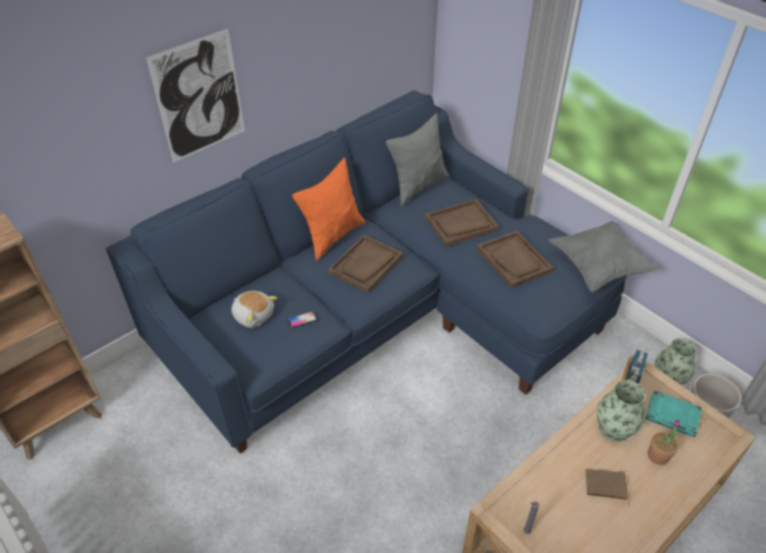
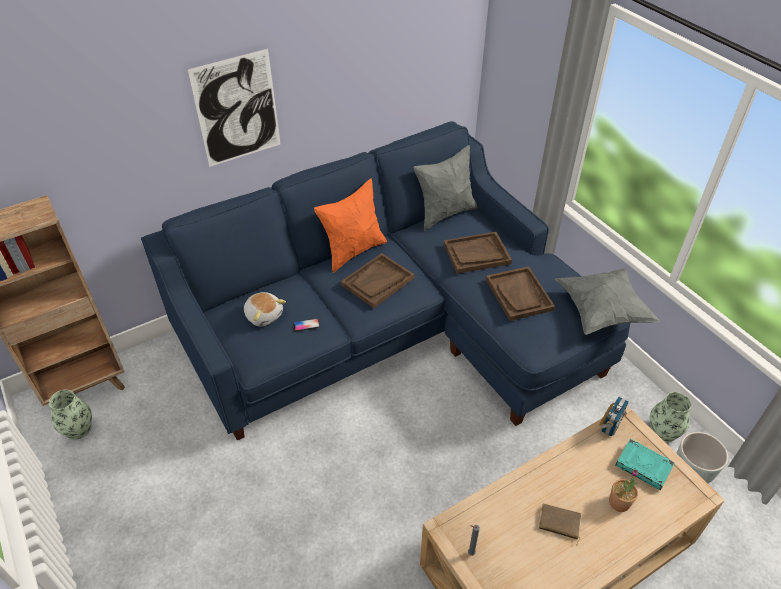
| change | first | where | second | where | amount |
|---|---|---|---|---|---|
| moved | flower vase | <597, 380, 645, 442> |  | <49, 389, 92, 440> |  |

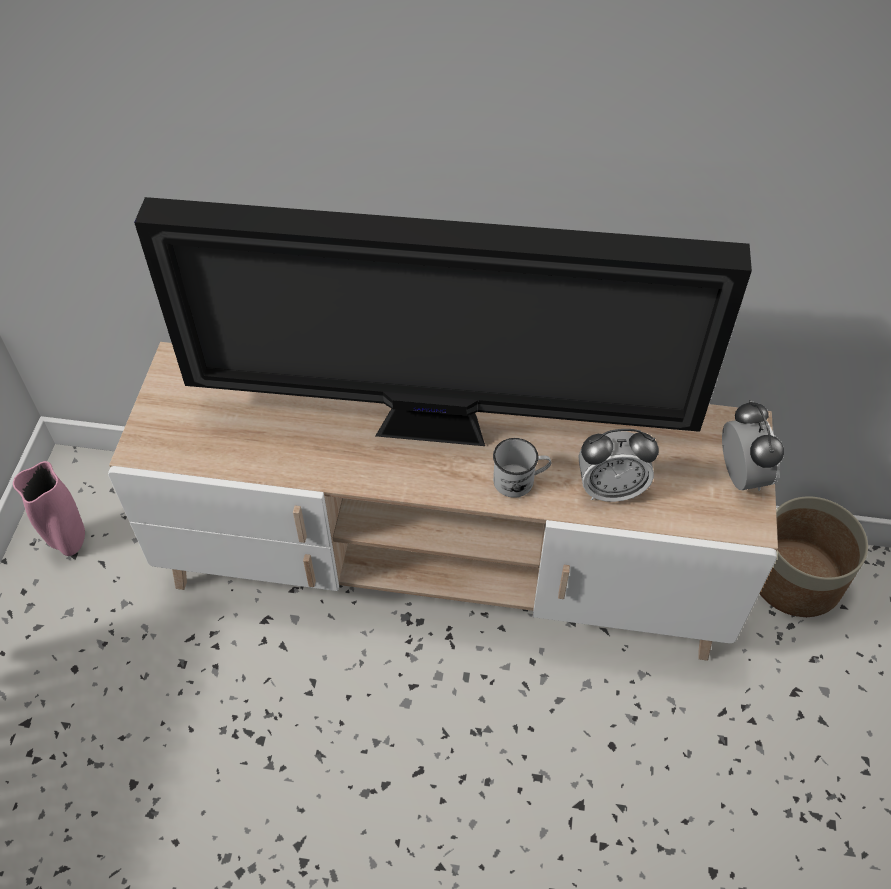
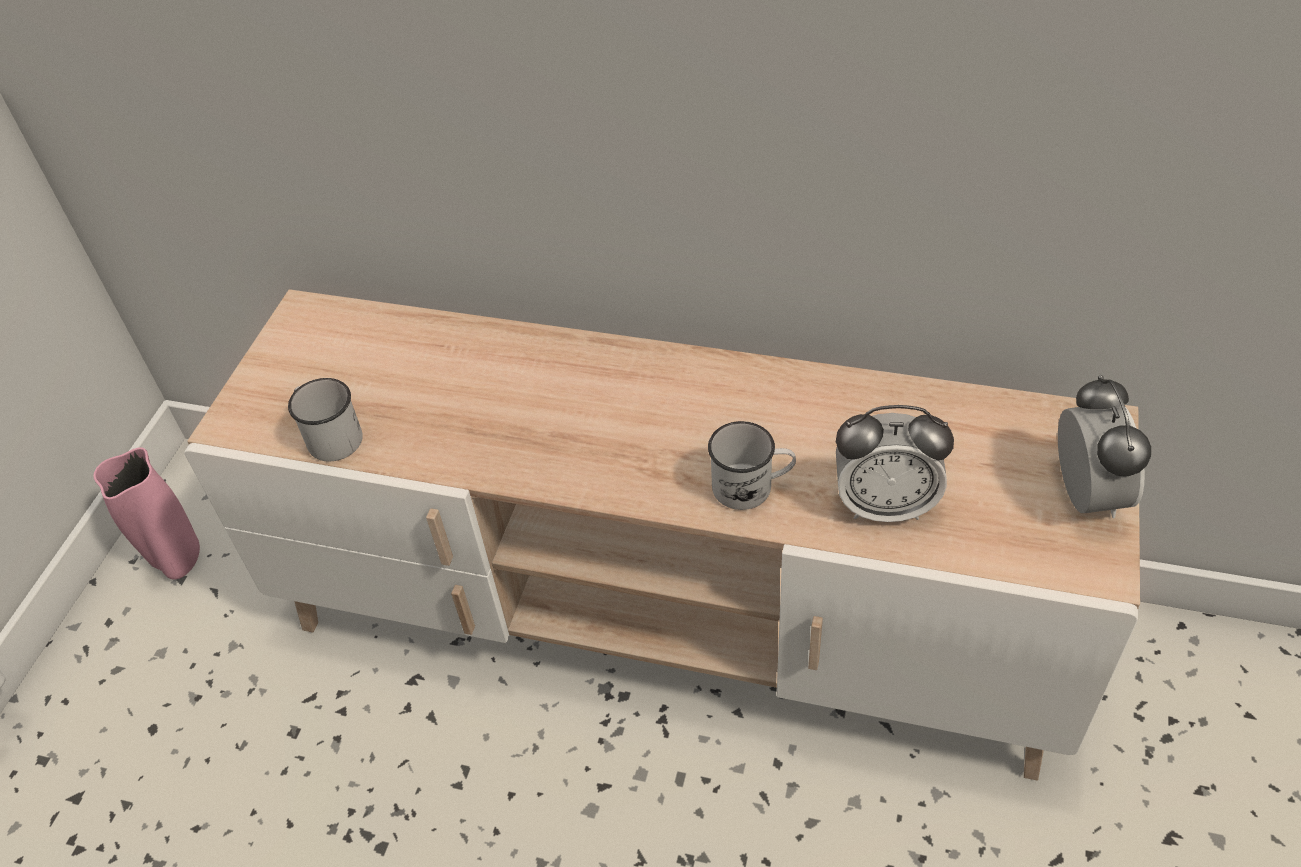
| change | first | where | second | where | amount |
|---|---|---|---|---|---|
| removed | television | <134, 197, 752, 446> |  |  |  |
| removed | planter | <759, 496, 868, 617> |  |  |  |
| added |  |  | white-coloured mug | <288, 378, 363, 461> |  |

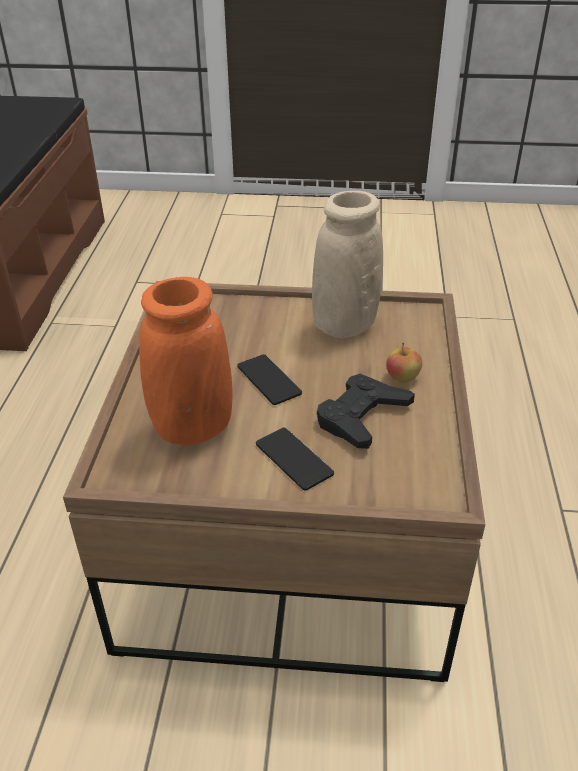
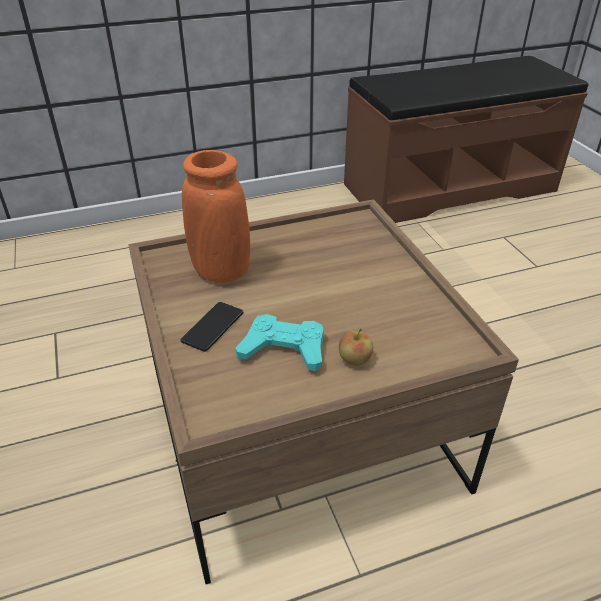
| change | first | where | second | where | amount |
|---|---|---|---|---|---|
| removed | sand-coloured flower vase | <312, 191, 383, 338> |  |  |  |
| removed | phone | <237, 354, 302, 405> |  |  |  |
| recoloured | black joypad | <317, 374, 415, 449> | turquoise-coloured joypad | <235, 314, 323, 372> |  |

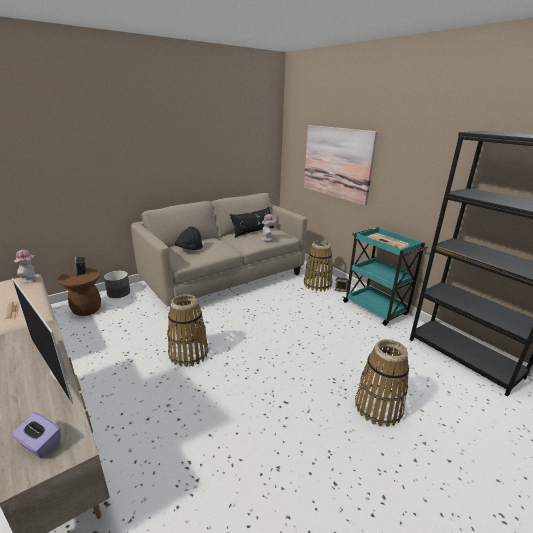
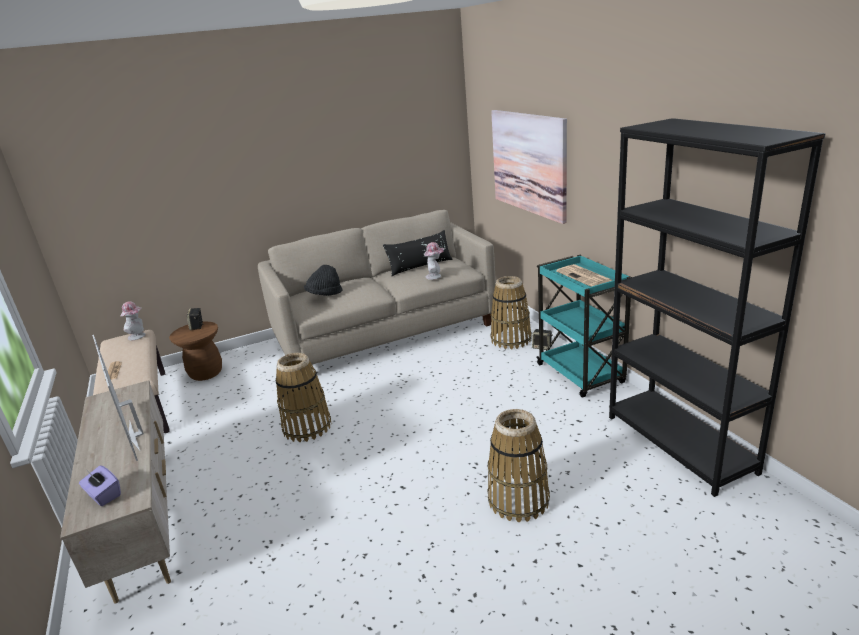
| change | first | where | second | where | amount |
|---|---|---|---|---|---|
| removed | greyish planter | <104, 271, 130, 298> |  |  |  |

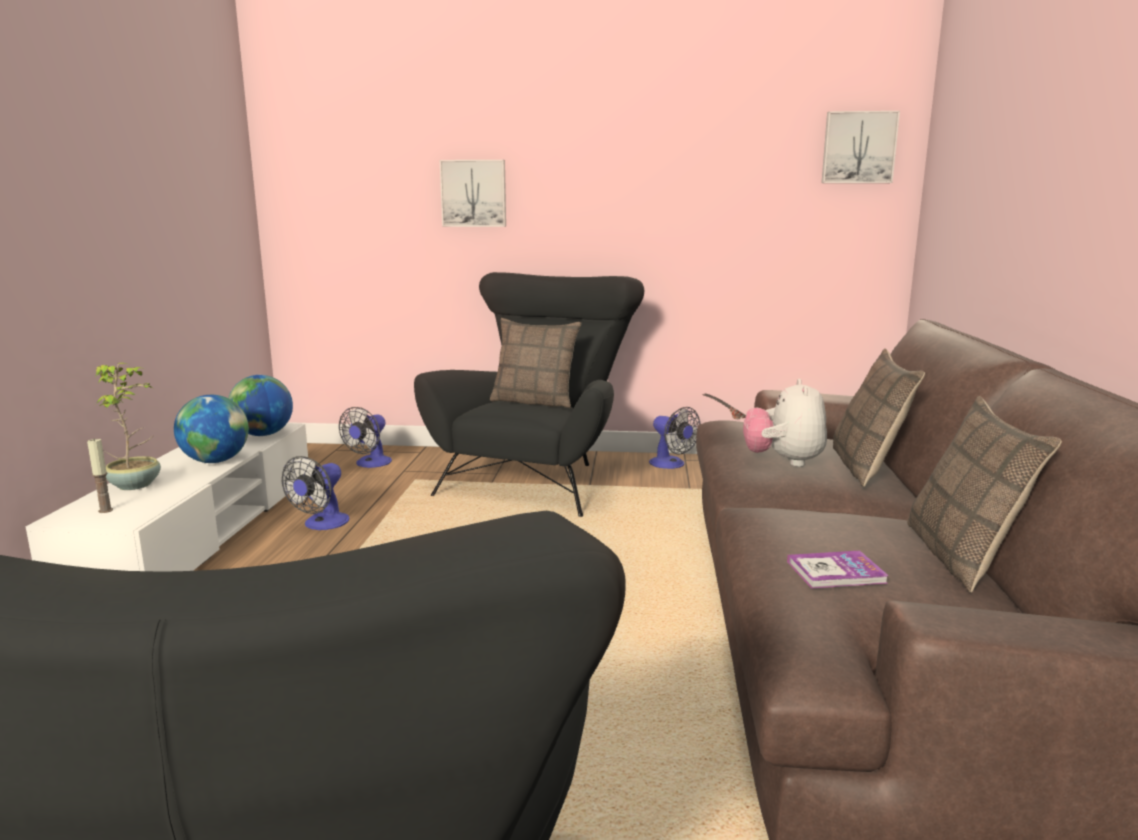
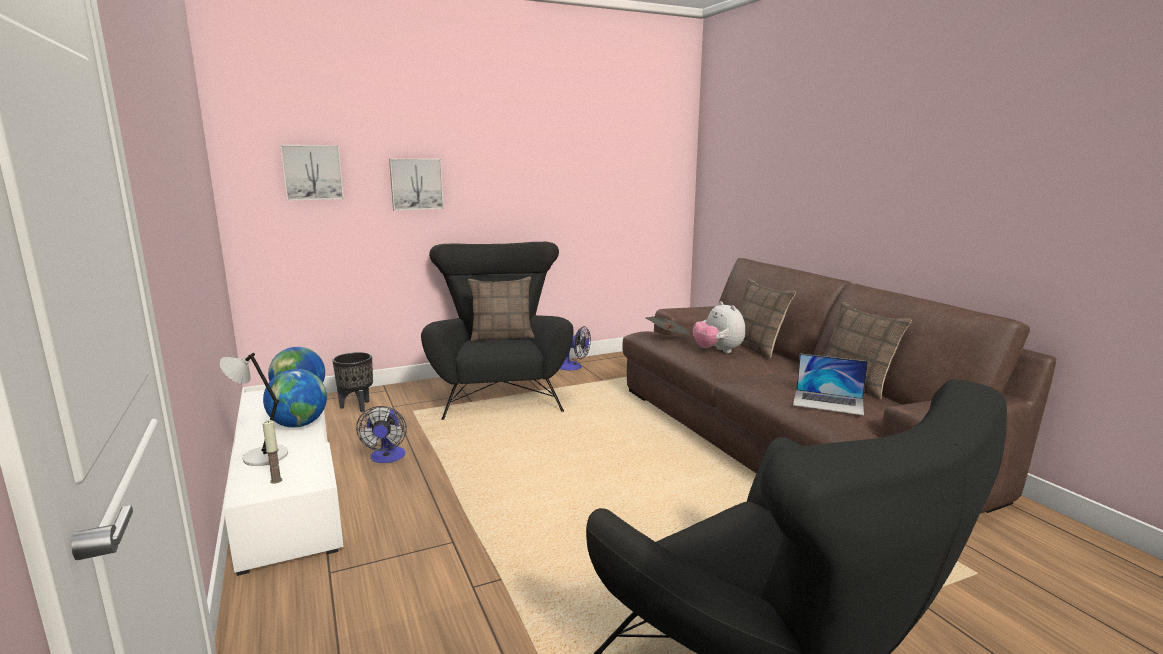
| change | first | where | second | where | amount |
|---|---|---|---|---|---|
| moved | wall art | <821, 111, 900, 183> |  | <280, 145, 344, 201> |  |
| replaced | potted plant | <96, 362, 161, 490> | greyish lamp for a table | <219, 353, 288, 466> |  |
| replaced | fan | <339, 407, 392, 468> | black planter | <332, 352, 373, 412> |  |
| replaced | volume | <787, 551, 889, 589> | notebook computer | <793, 354, 868, 415> |  |

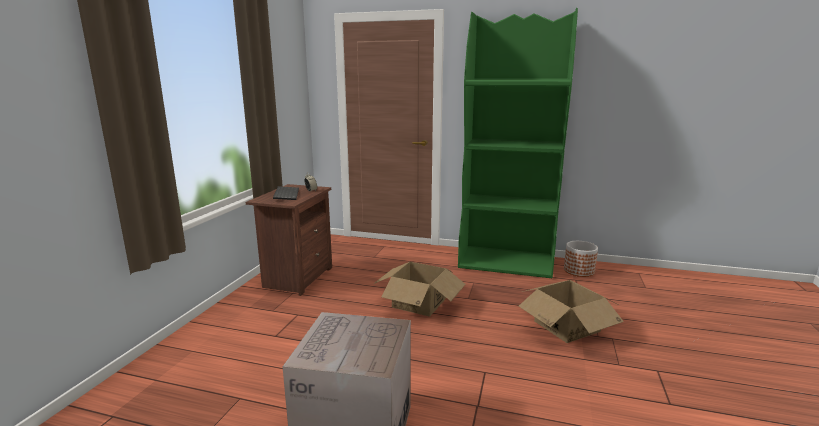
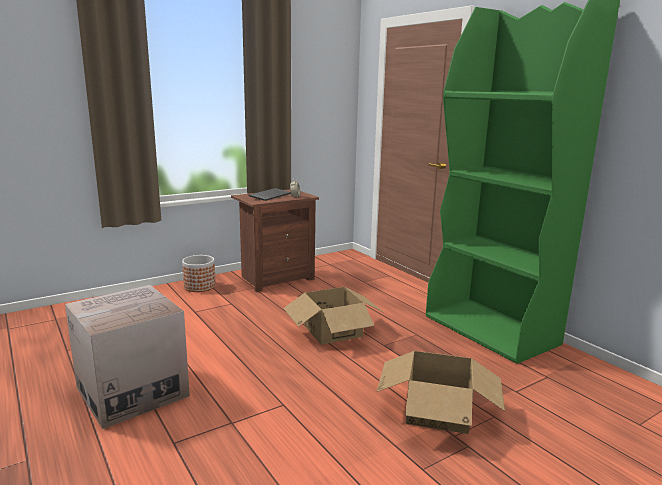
| change | first | where | second | where | amount |
|---|---|---|---|---|---|
| moved | planter | <564, 241, 598, 277> |  | <182, 255, 216, 292> |  |

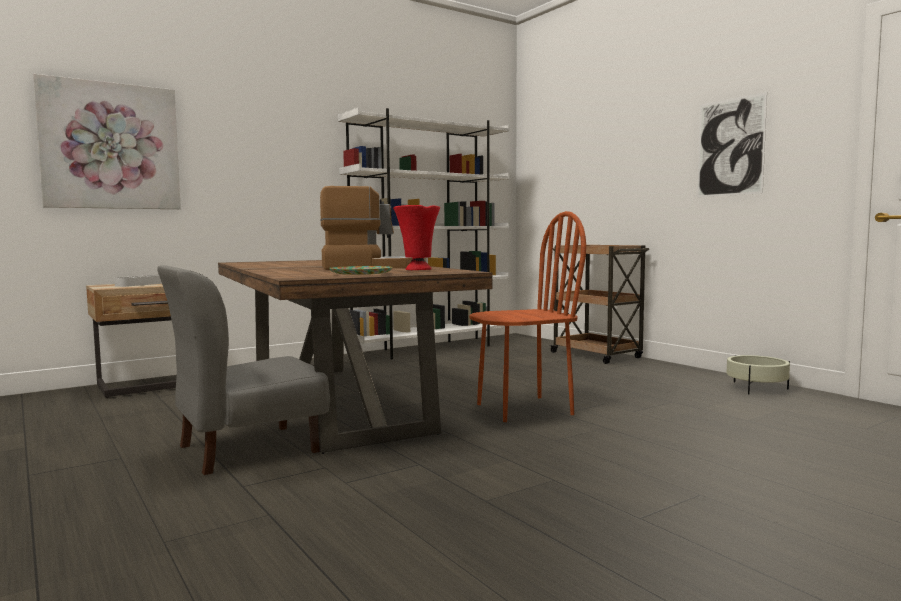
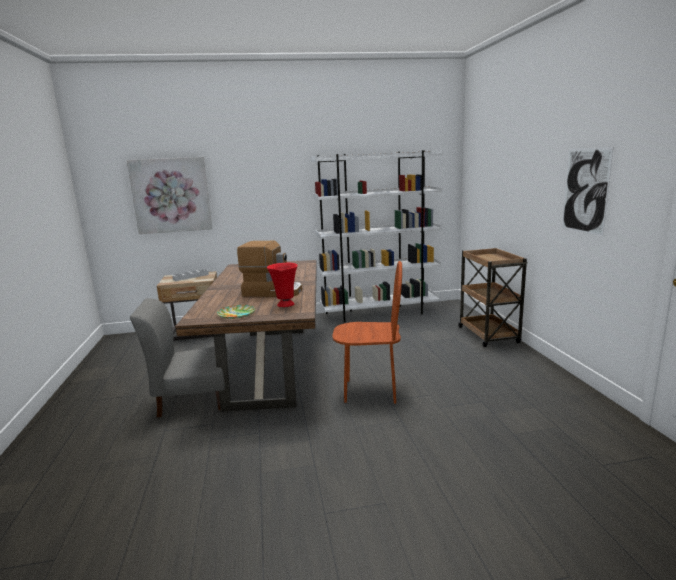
| change | first | where | second | where | amount |
|---|---|---|---|---|---|
| removed | sand-coloured planter | <727, 355, 790, 394> |  |  |  |

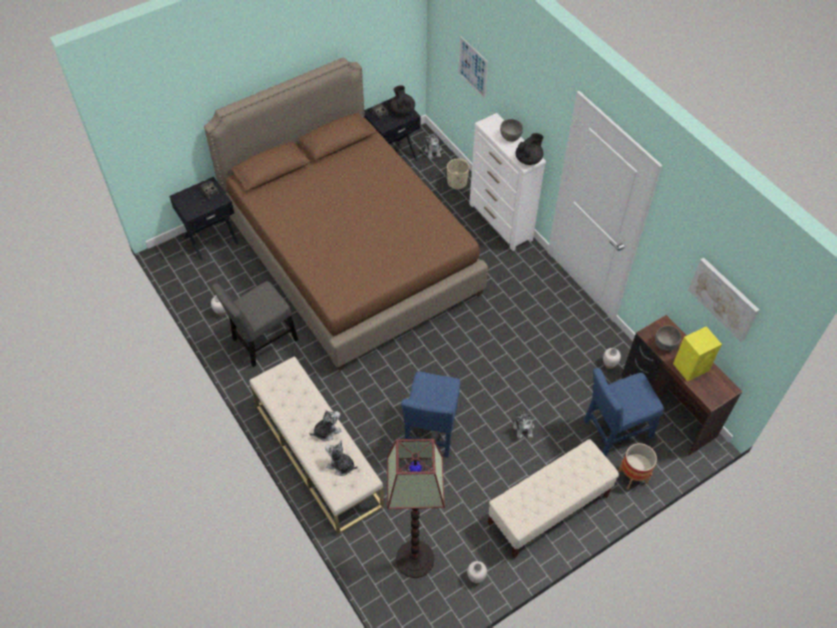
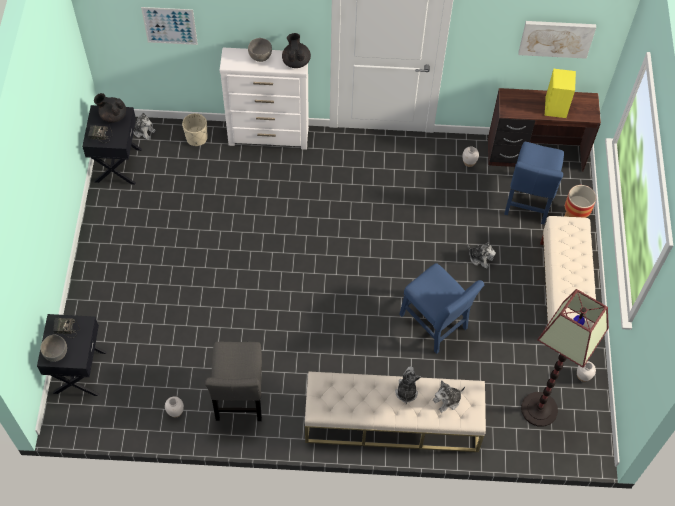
| change | first | where | second | where | amount |
|---|---|---|---|---|---|
| removed | brown bed | <204, 57, 488, 371> |  |  |  |
| moved | greyish serving bowl | <655, 326, 681, 351> |  | <40, 335, 67, 362> |  |

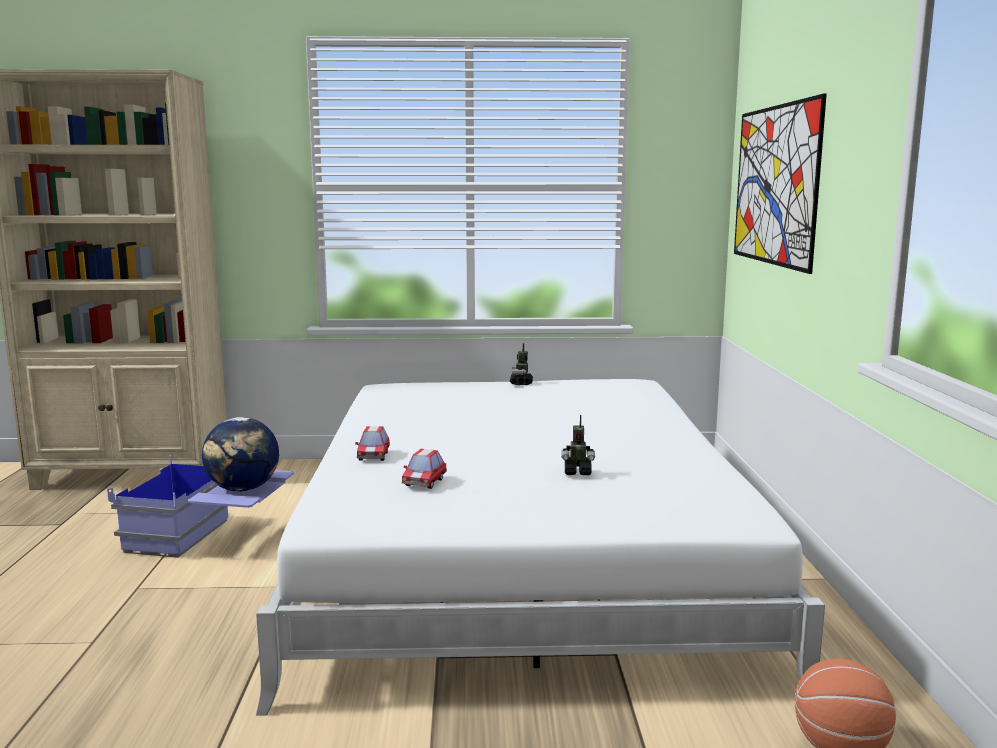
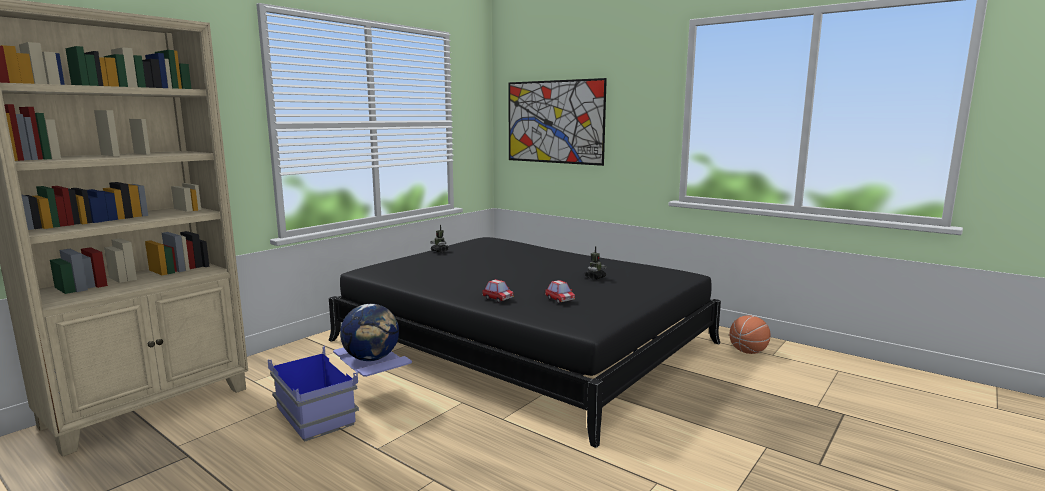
| change | first | where | second | where | amount |
|---|---|---|---|---|---|
| recoloured | white-coloured bed | <256, 379, 825, 716> | black bed | <328, 237, 721, 448> |  |

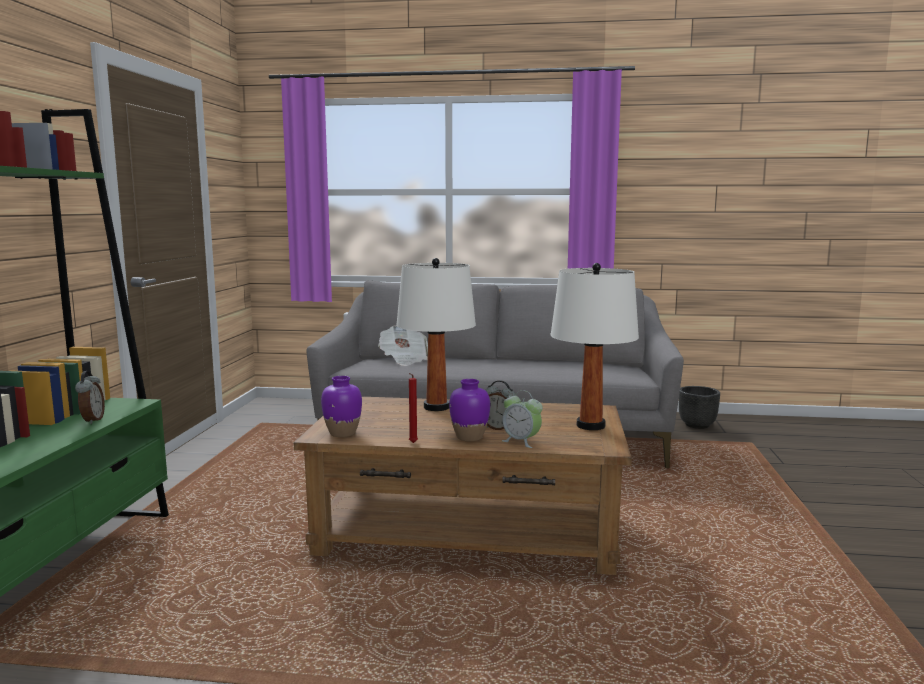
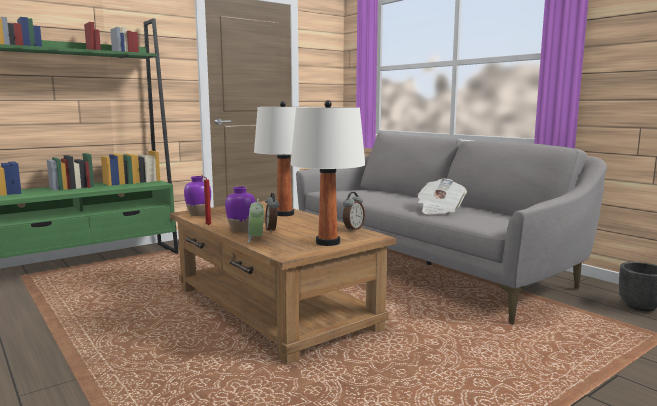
| change | first | where | second | where | amount |
|---|---|---|---|---|---|
| moved | daily paper | <378, 325, 428, 366> |  | <418, 179, 467, 215> |  |
| moved | table clock | <75, 371, 105, 424> |  | <343, 192, 365, 231> |  |

